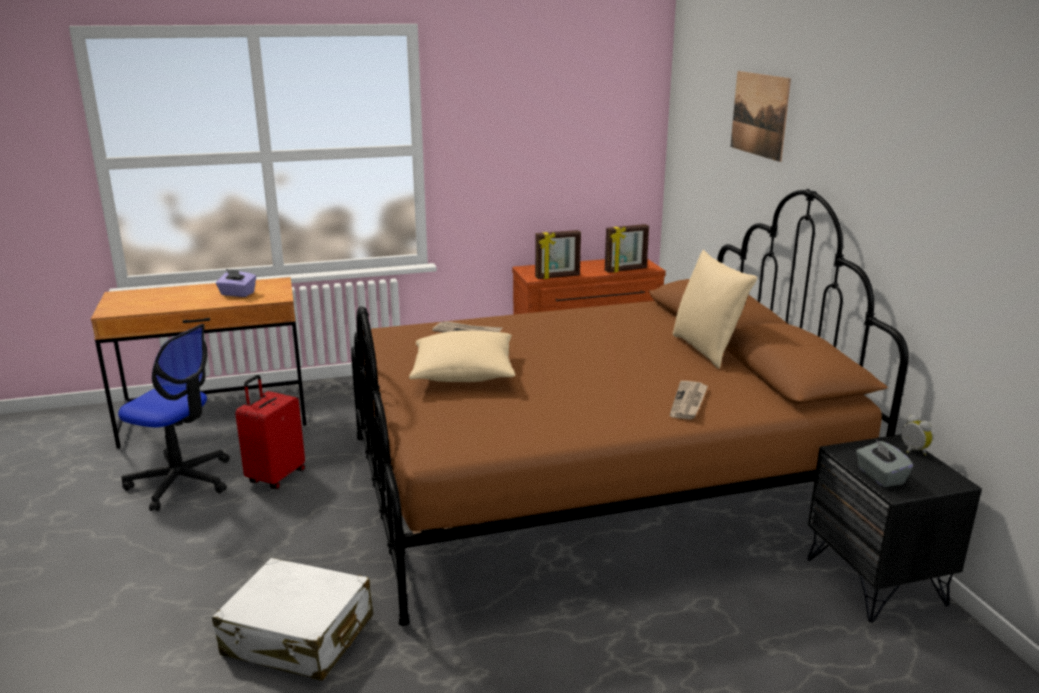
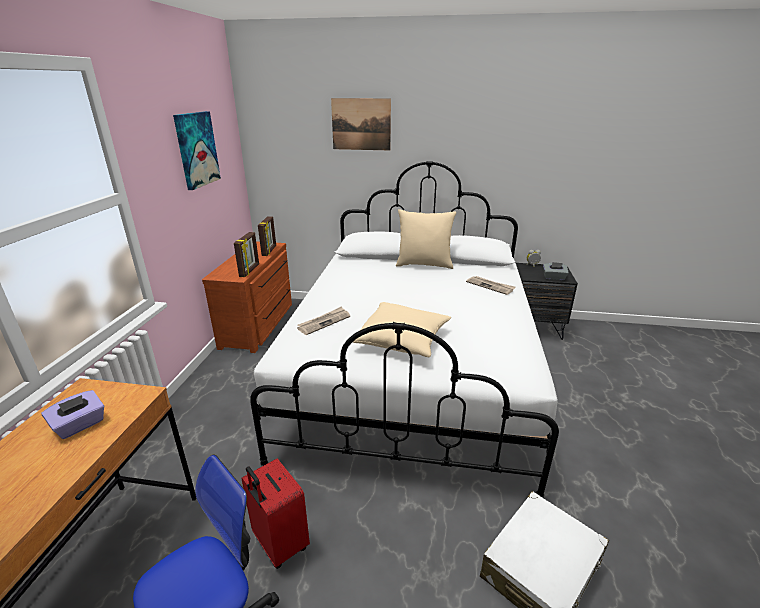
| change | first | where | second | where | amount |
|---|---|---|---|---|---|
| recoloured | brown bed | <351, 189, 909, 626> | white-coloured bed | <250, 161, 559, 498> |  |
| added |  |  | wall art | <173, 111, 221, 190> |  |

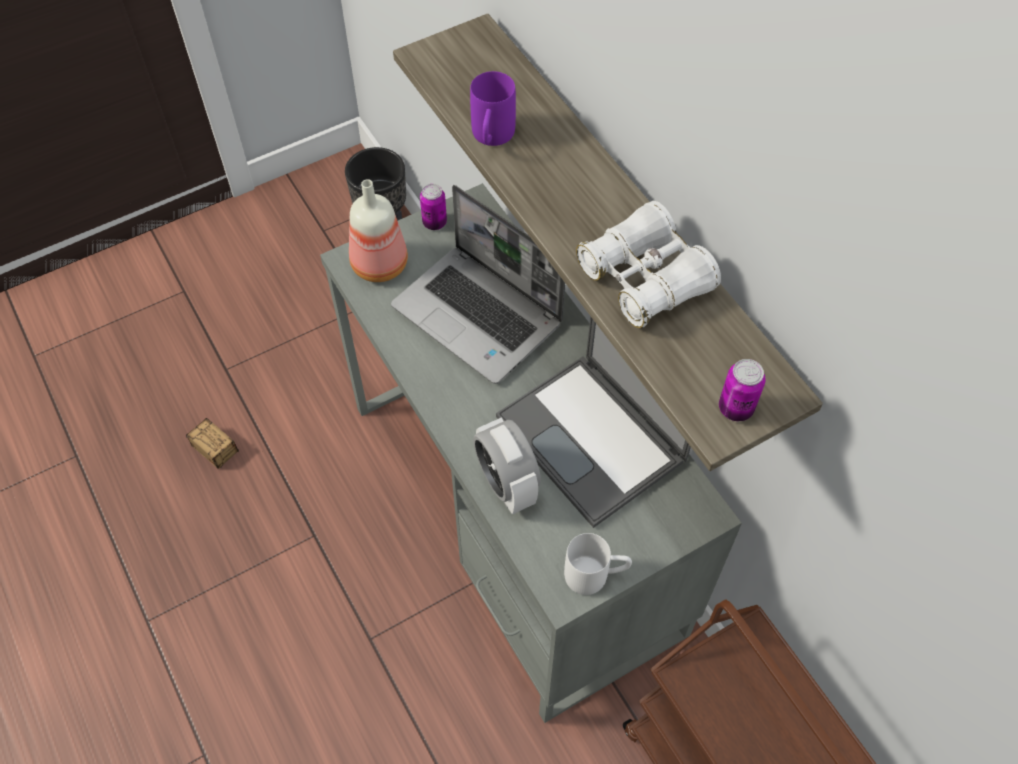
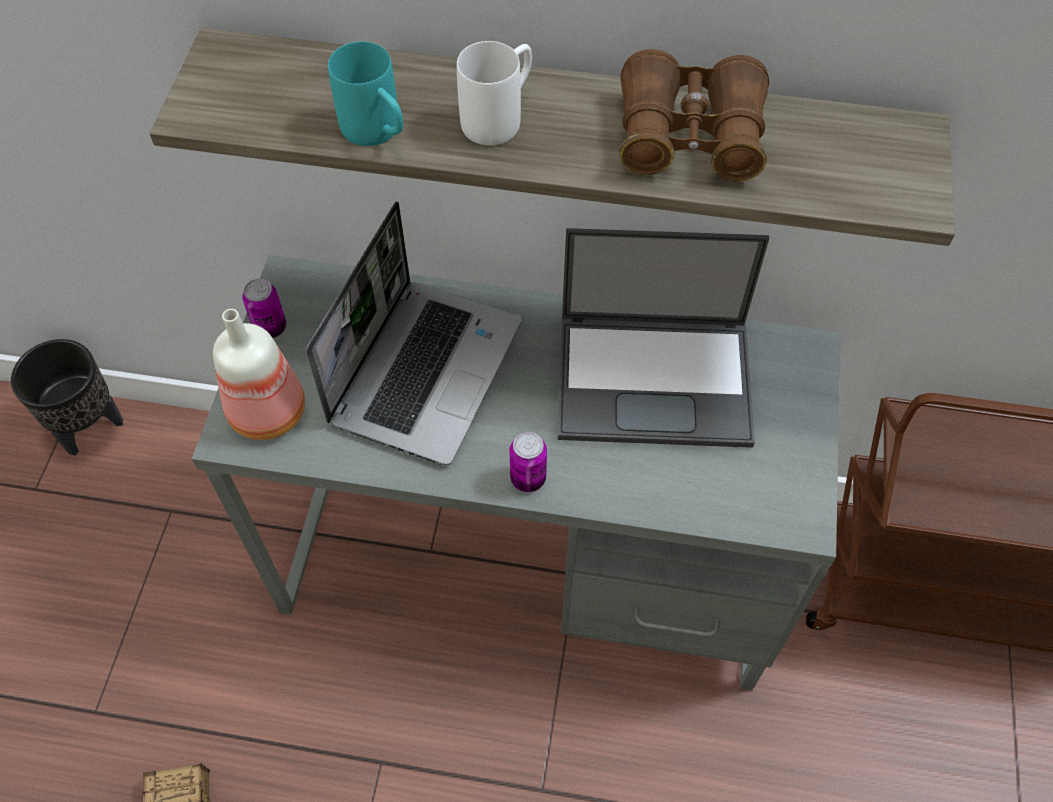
| change | first | where | second | where | amount |
|---|---|---|---|---|---|
| recoloured | purplish mug | <470, 71, 516, 146> | turquoise-coloured mug | <328, 41, 403, 146> |  |
| turned | notebook computer | <391, 185, 565, 384> |  | <306, 201, 522, 465> | 60 degrees counterclockwise |
| recoloured | white-coloured binoculars | <576, 201, 721, 328> | brown binoculars | <619, 49, 769, 182> |  |
| moved | sealed can | <719, 359, 766, 421> |  | <509, 432, 547, 492> |  |
| removed | table clock | <473, 417, 541, 515> |  |  |  |
| moved | white-coloured mug | <564, 533, 632, 595> |  | <457, 41, 532, 146> |  |

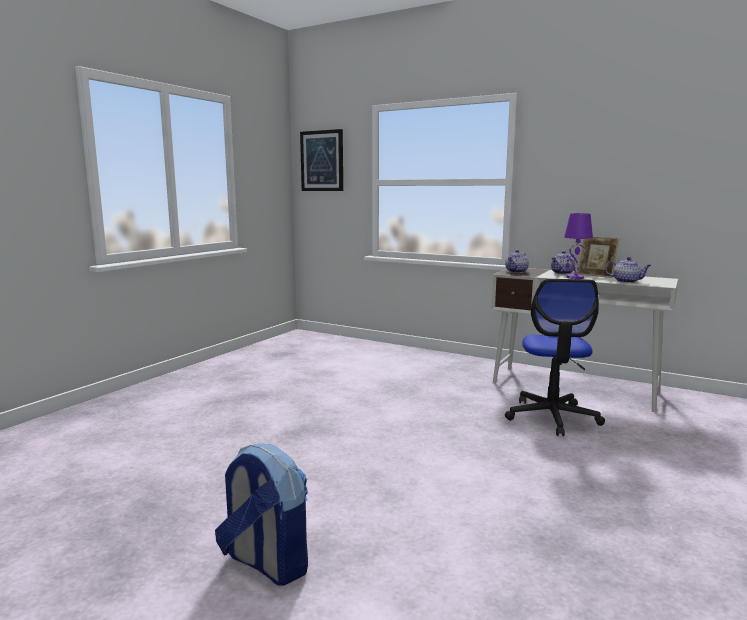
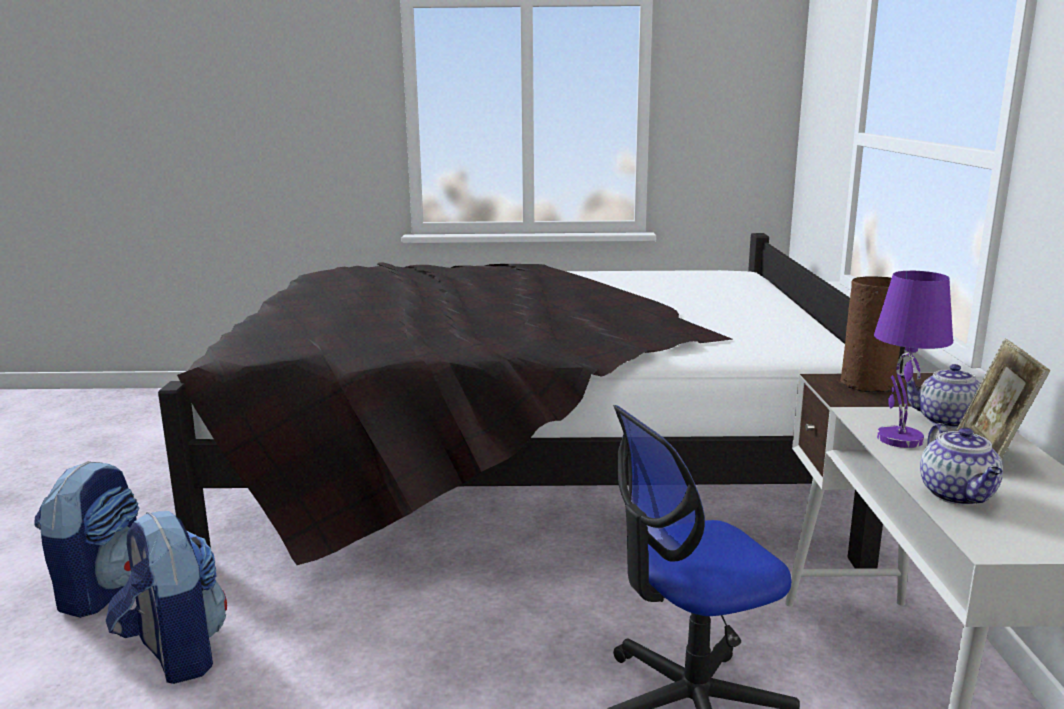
| change | first | where | second | where | amount |
|---|---|---|---|---|---|
| removed | wall art | <300, 129, 343, 191> |  |  |  |
| replaced | tea pot | <505, 250, 529, 273> | brown flower vase | <840, 276, 900, 392> |  |
| added |  |  | black bed | <158, 233, 905, 569> |  |
| added |  |  | rucksack | <106, 511, 227, 684> |  |

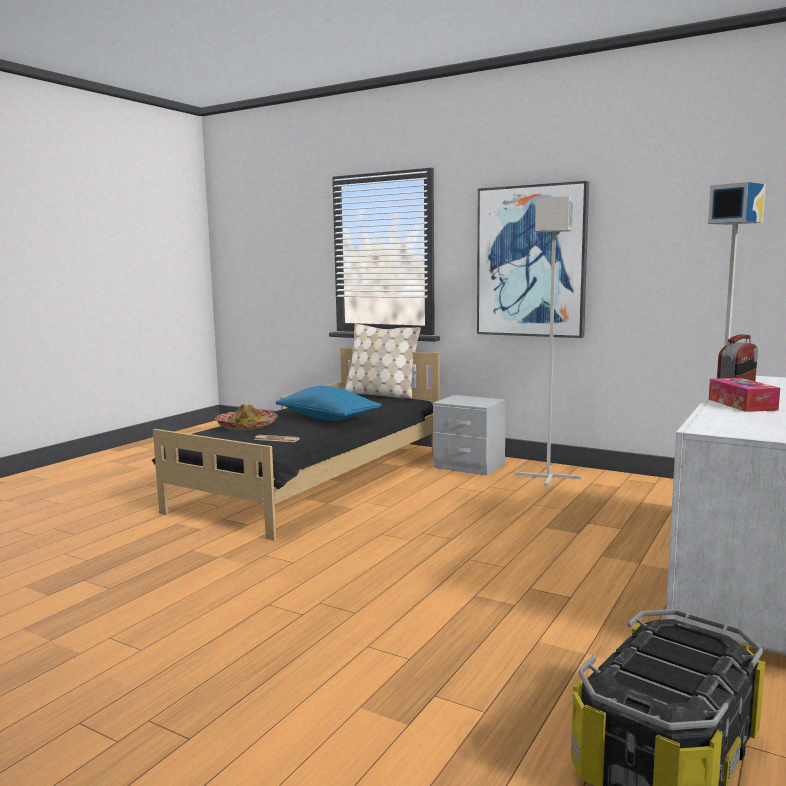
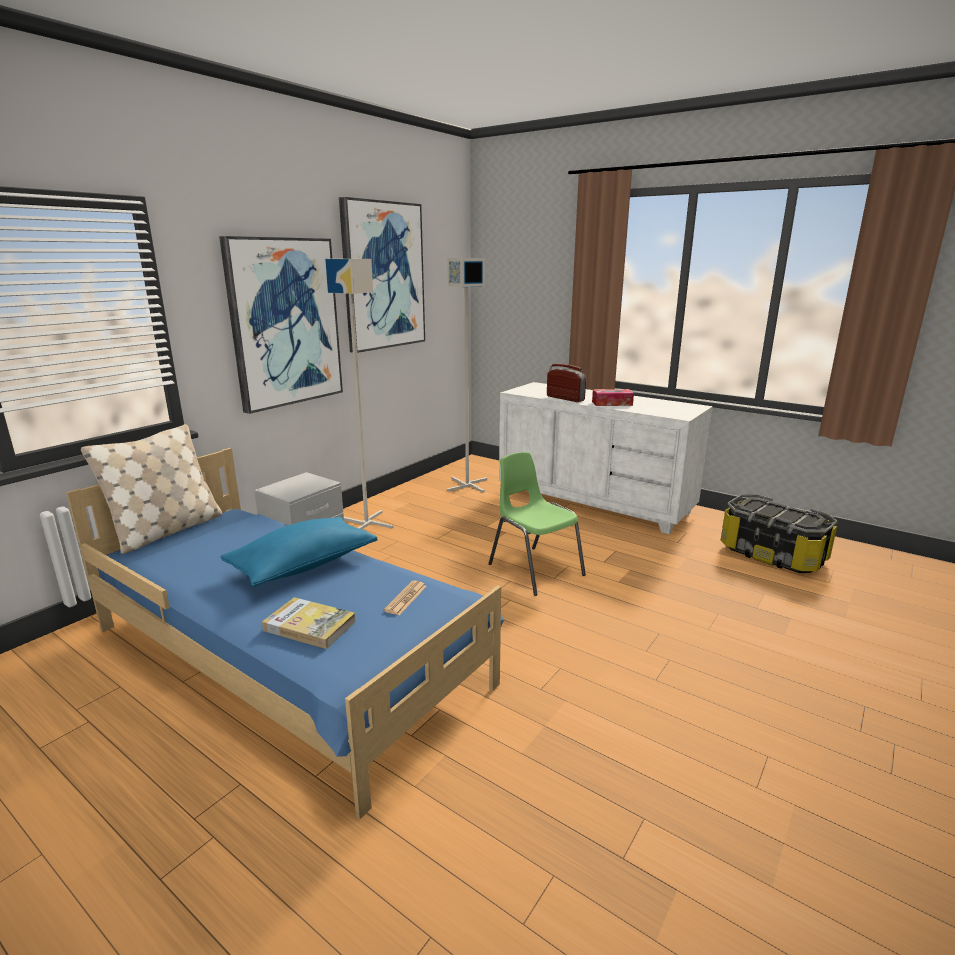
| change | first | where | second | where | amount |
|---|---|---|---|---|---|
| recoloured | black bed | <152, 347, 440, 541> | blue-coloured bed | <66, 448, 504, 819> |  |
| replaced | wearable hat | <215, 403, 278, 430> | volume | <262, 597, 356, 649> |  |
| added |  |  | wall art | <339, 197, 425, 353> |  |
| added |  |  | greenish upright chair | <488, 452, 586, 596> |  |

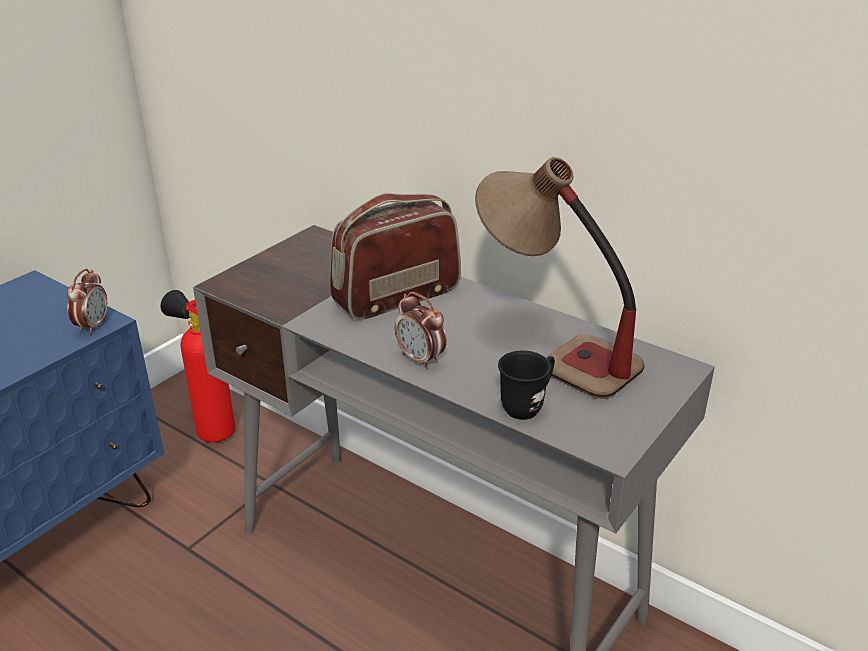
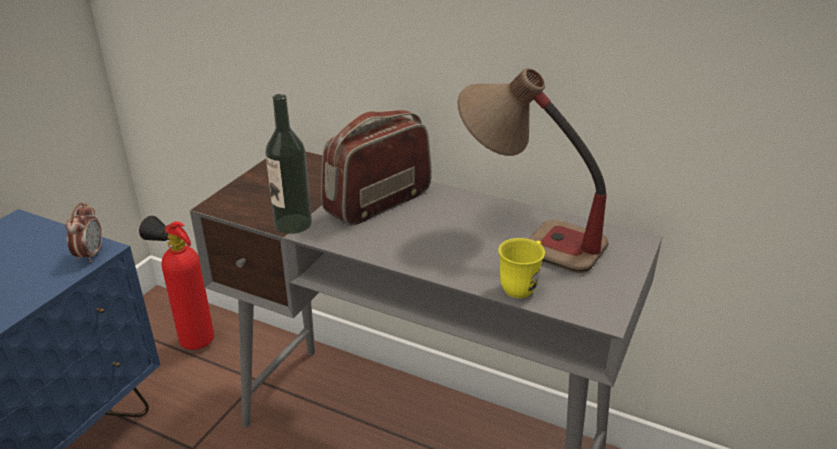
| change | first | where | second | where | amount |
|---|---|---|---|---|---|
| removed | table clock | <395, 292, 447, 369> |  |  |  |
| recoloured | black mug | <498, 350, 555, 420> | yellow mug | <498, 238, 545, 298> |  |
| added |  |  | bottle | <265, 94, 312, 234> |  |

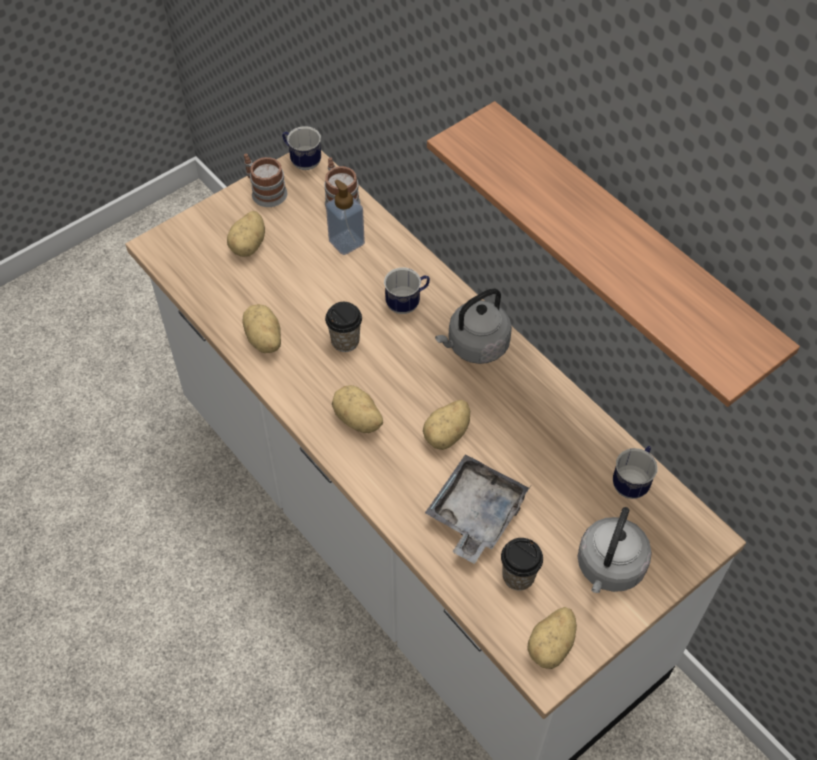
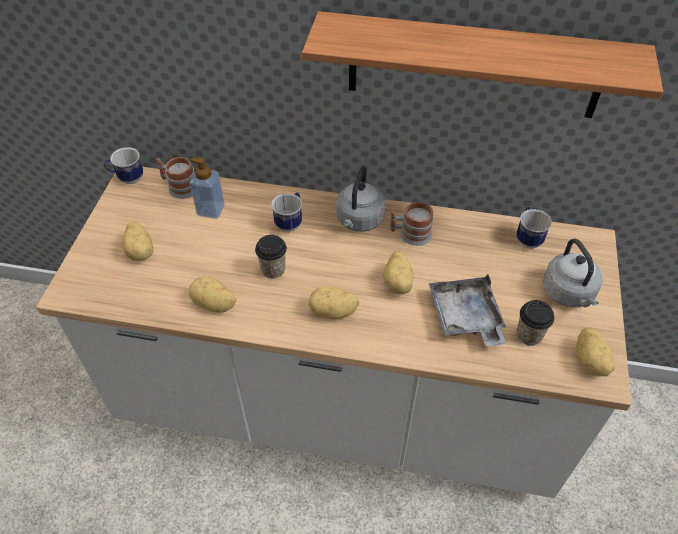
| change | first | where | second | where | amount |
|---|---|---|---|---|---|
| moved | mug | <244, 154, 287, 207> |  | <389, 202, 434, 246> |  |

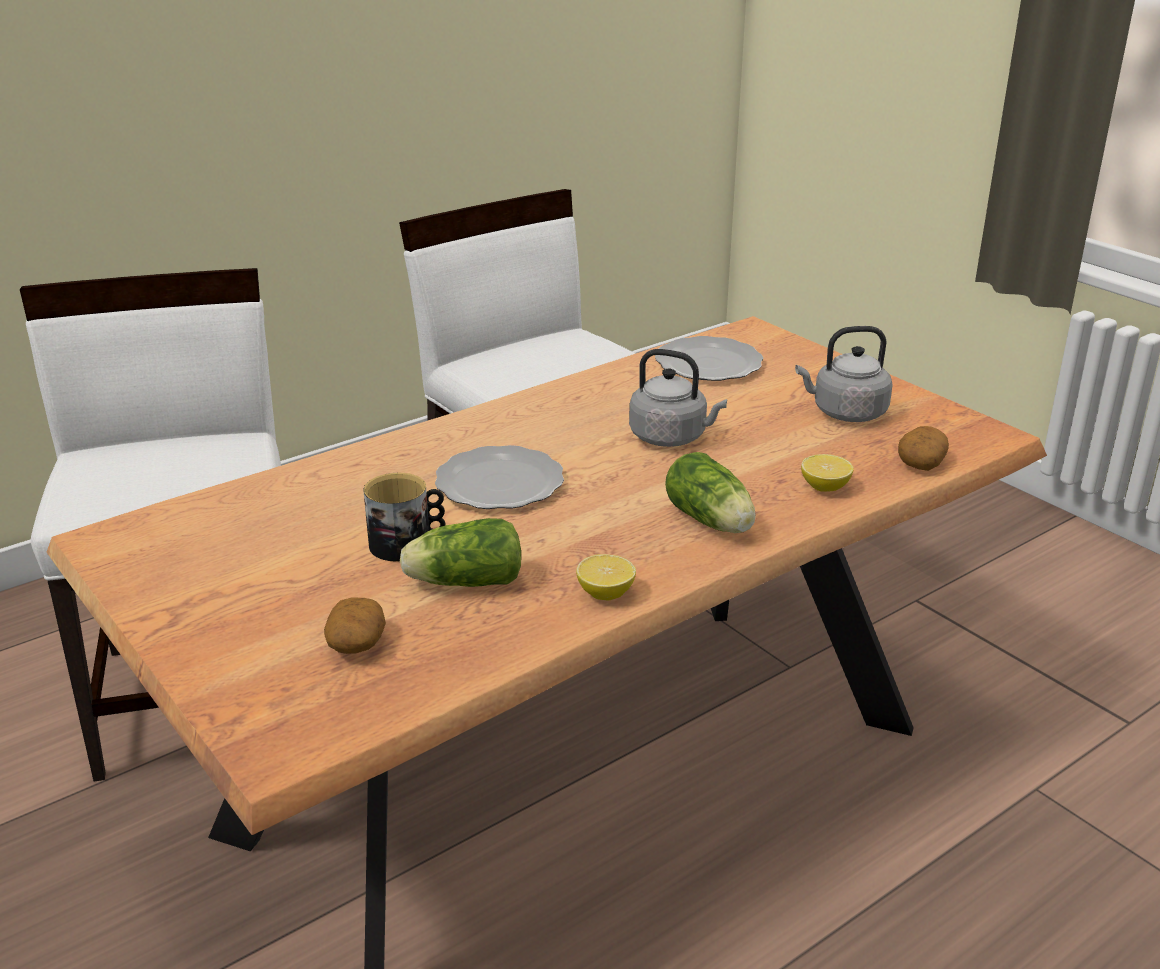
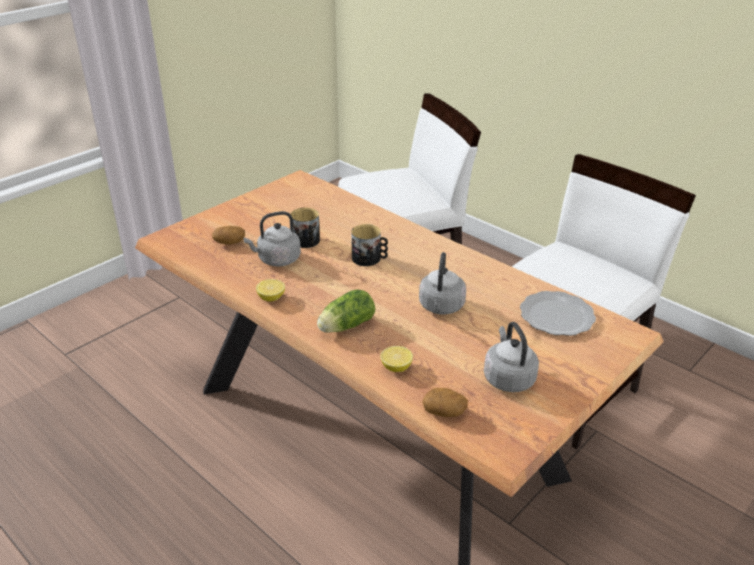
| change | first | where | second | where | amount |
|---|---|---|---|---|---|
| replaced | plate | <435, 445, 564, 509> | mug | <351, 224, 388, 266> |  |
| replaced | lettuce head | <400, 518, 521, 587> | greyish tea kettle | <243, 211, 301, 267> |  |

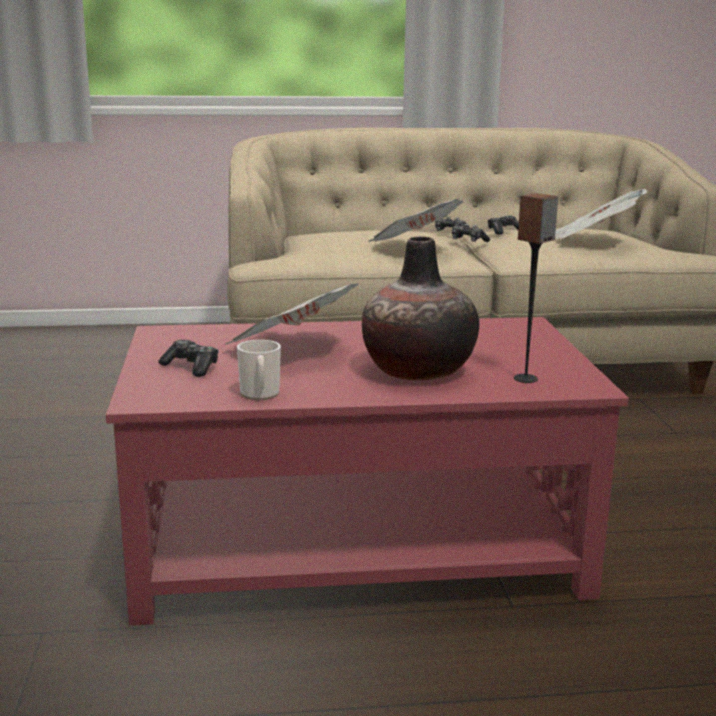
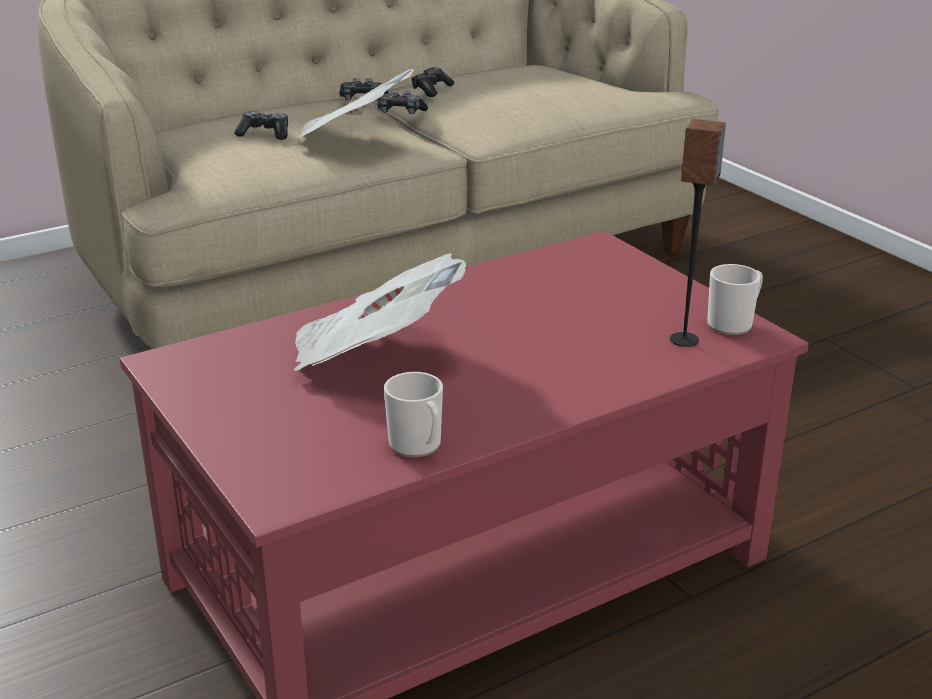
| change | first | where | second | where | amount |
|---|---|---|---|---|---|
| removed | daily paper | <555, 189, 648, 239> |  |  |  |
| removed | flower vase | <362, 236, 479, 380> |  |  |  |
| moved | joypad | <158, 340, 218, 377> |  | <234, 111, 288, 140> |  |
| added |  |  | mug | <707, 264, 763, 335> |  |

